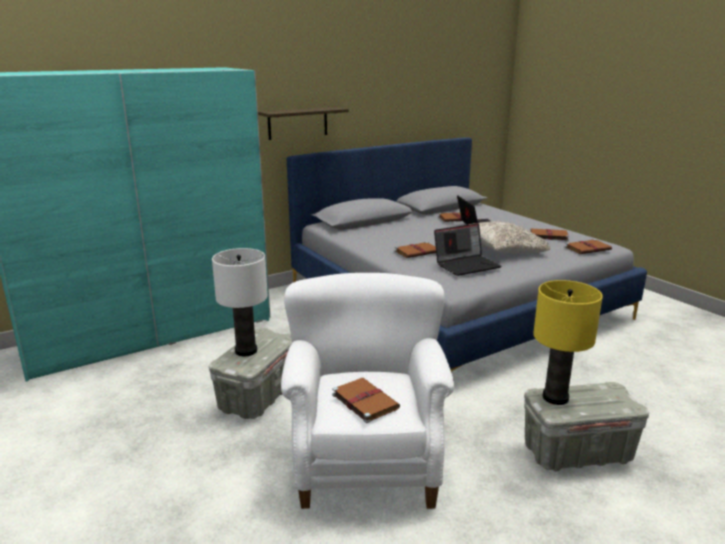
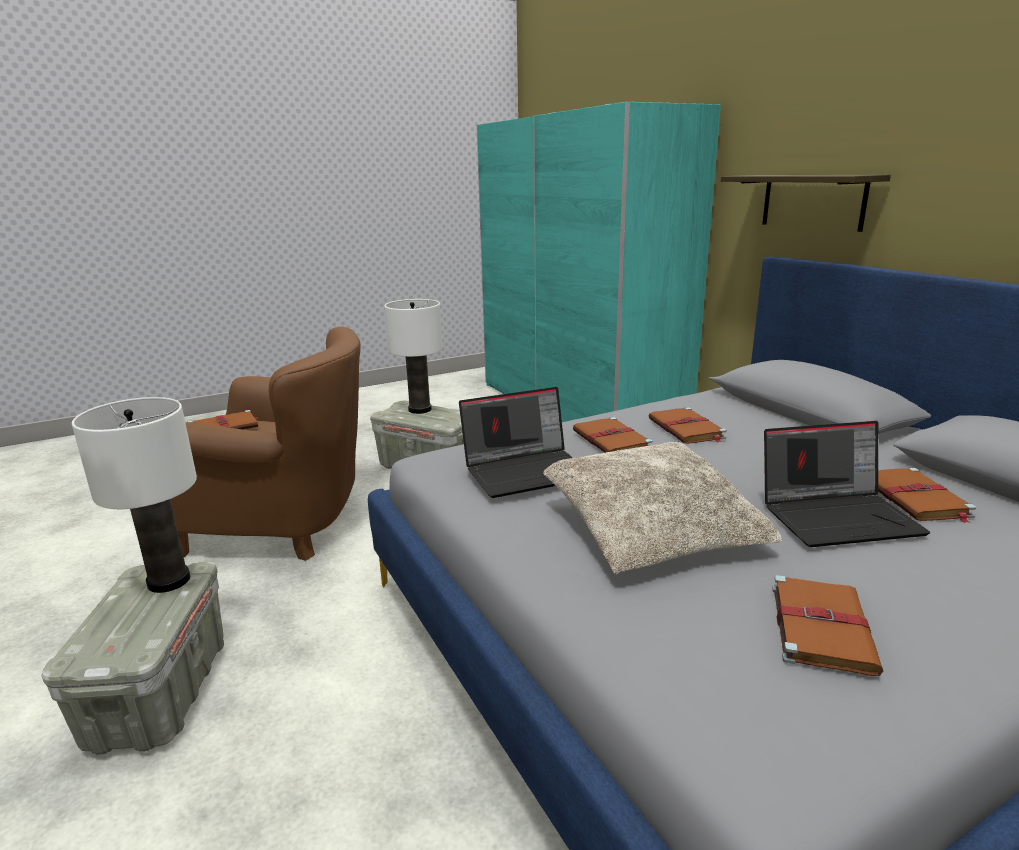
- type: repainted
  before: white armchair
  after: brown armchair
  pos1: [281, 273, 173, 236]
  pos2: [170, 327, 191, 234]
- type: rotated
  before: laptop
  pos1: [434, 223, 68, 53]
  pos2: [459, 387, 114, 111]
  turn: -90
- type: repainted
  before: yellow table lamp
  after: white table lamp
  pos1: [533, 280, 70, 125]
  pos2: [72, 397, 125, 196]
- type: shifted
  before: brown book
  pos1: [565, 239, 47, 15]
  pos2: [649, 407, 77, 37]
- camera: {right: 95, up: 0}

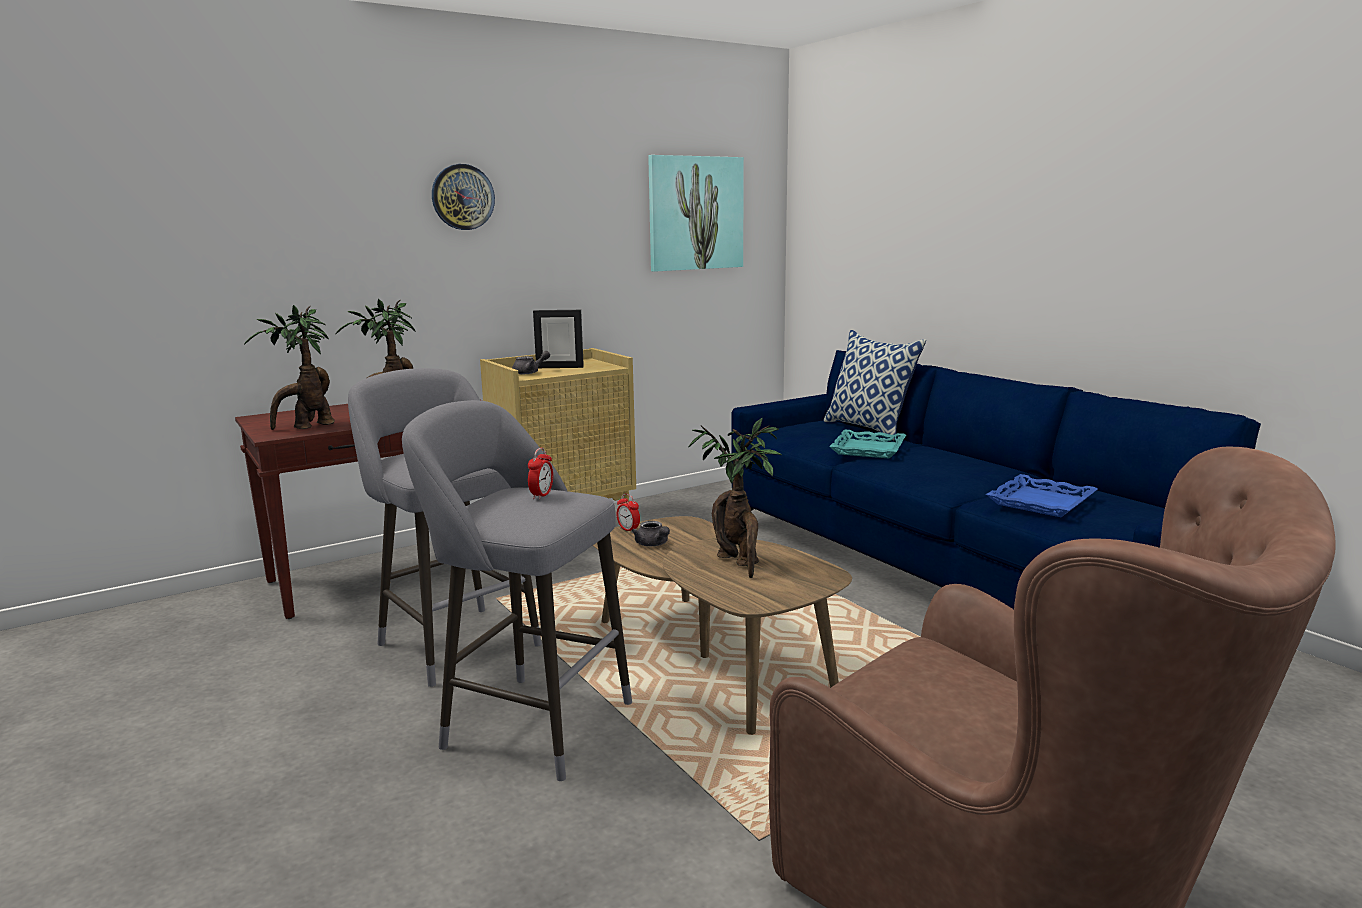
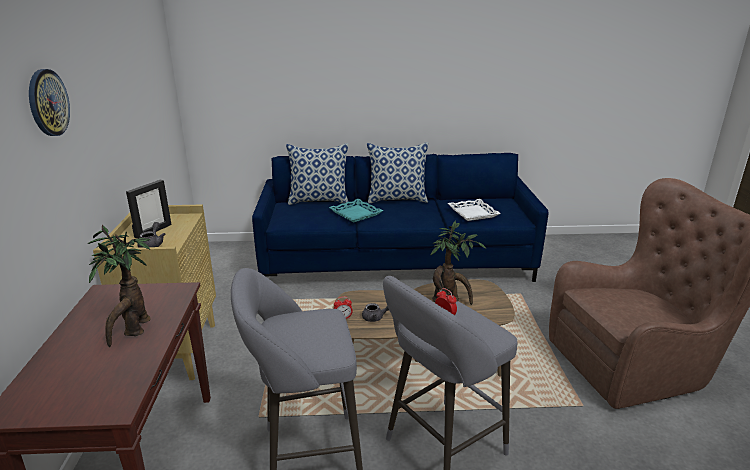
- type: gone
  before: potted plant
  pos1: [245, 305, 90, 125]
- type: gone
  before: picture
  pos1: [648, 155, 96, 117]
- type: repainted
  before: blue tray
  after: white tray
  pos1: [986, 474, 112, 43]
  pos2: [448, 199, 53, 22]
- type: new
  after: pillow
  pos2: [367, 142, 61, 62]
- camera: {right: -60, up: 10}

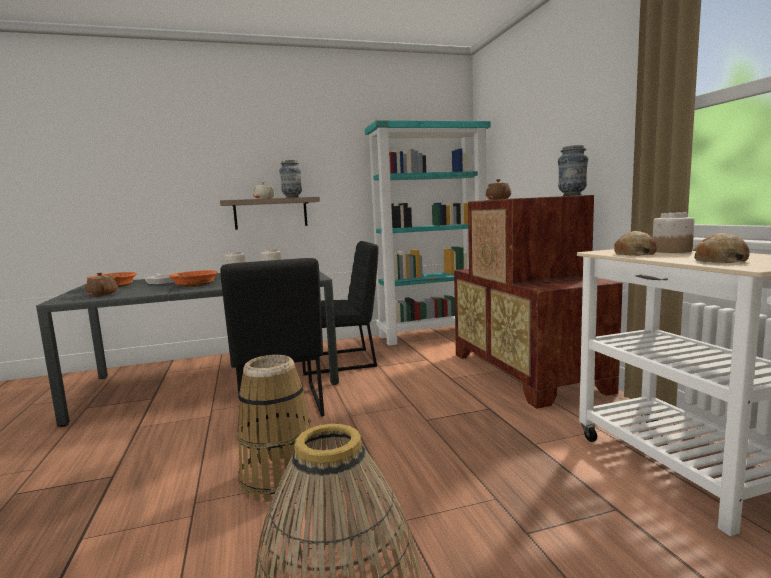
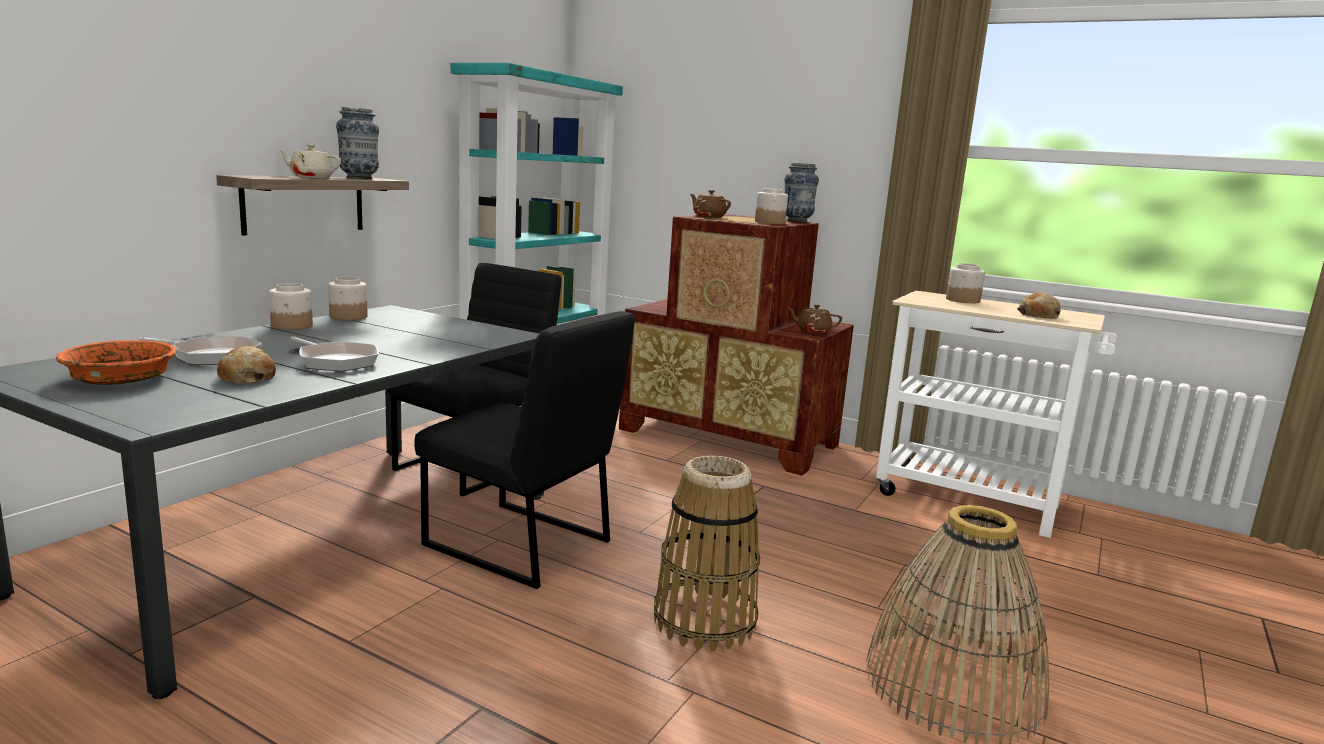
- type: shifted
  before: brown teapot
  pos1: [85, 273, 33, 23]
  pos2: [786, 305, 56, 29]
- type: swapped
  before: orange bowl
  after: frying pan
  pos1: [169, 270, 49, 17]
  pos2: [290, 337, 89, 34]
- type: shifted
  before: bread
  pos1: [614, 231, 43, 25]
  pos2: [217, 346, 59, 38]
- type: new
  after: jar
  pos2: [755, 188, 33, 36]
- camera: {right: -45, up: 5}

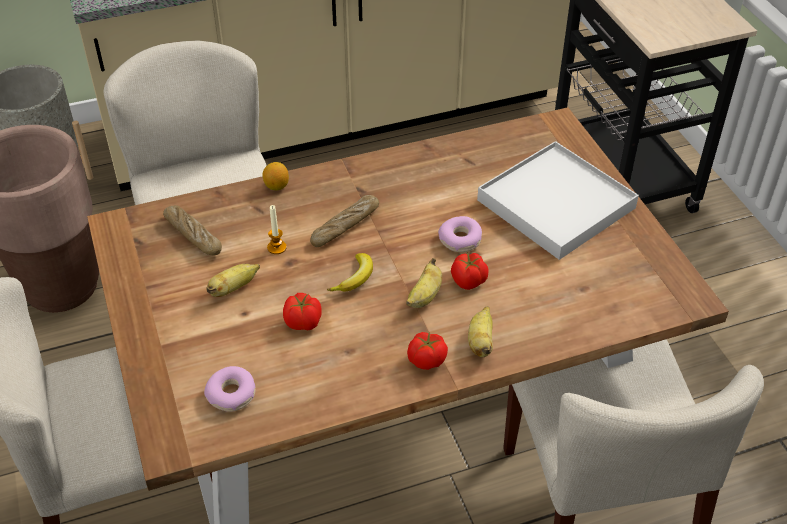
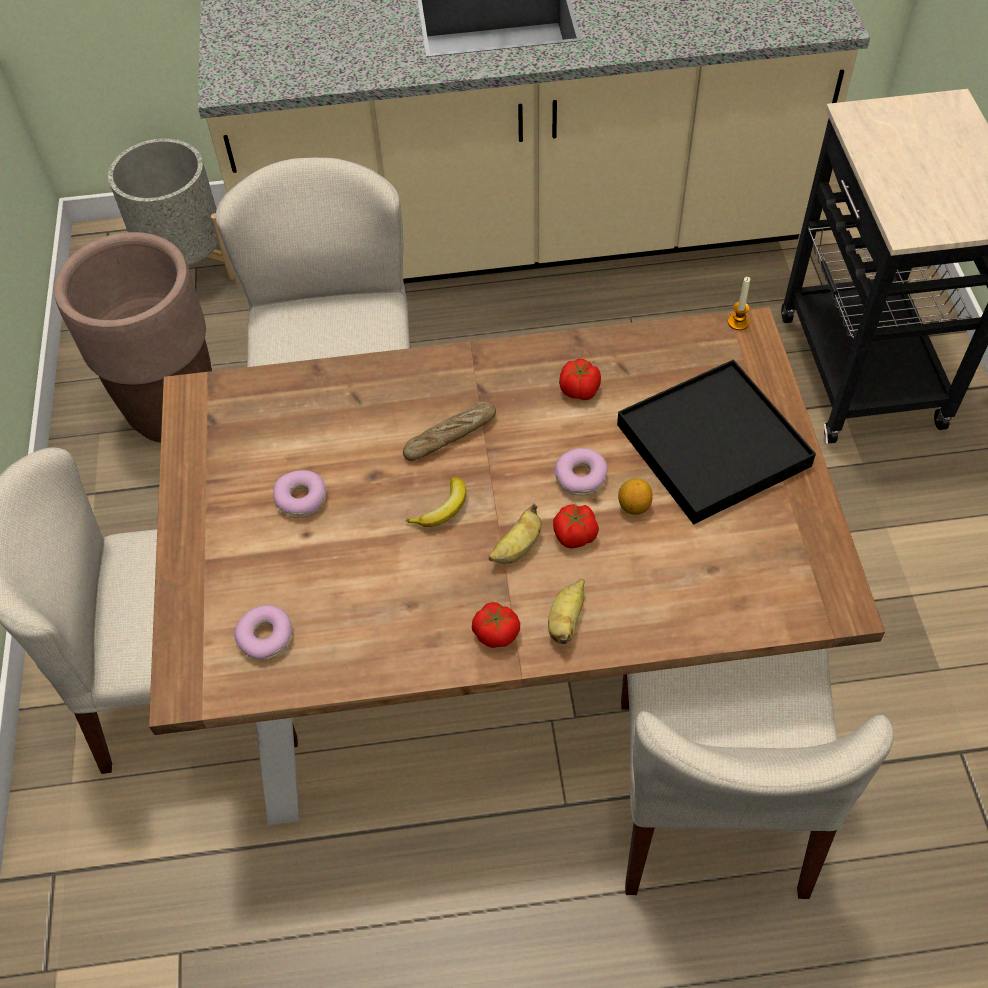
- type: gone
  before: bread
  pos1: [163, 205, 59, 51]
- type: swapped
  before: banana
  after: donut
  pos1: [207, 264, 53, 33]
  pos2: [273, 470, 54, 48]
- type: shifted
  before: lemon
  pos1: [262, 162, 27, 28]
  pos2: [618, 478, 35, 37]
- type: shifted
  before: candle
  pos1: [267, 205, 20, 49]
  pos2: [728, 277, 22, 53]
- type: shifted
  before: tomato
  pos1: [283, 293, 39, 37]
  pos2: [559, 358, 42, 42]
- type: repainted
  before: white tray
  after: black tray
  pos1: [477, 141, 162, 119]
  pos2: [617, 359, 199, 165]
- camera: {right: 15, up: 10}

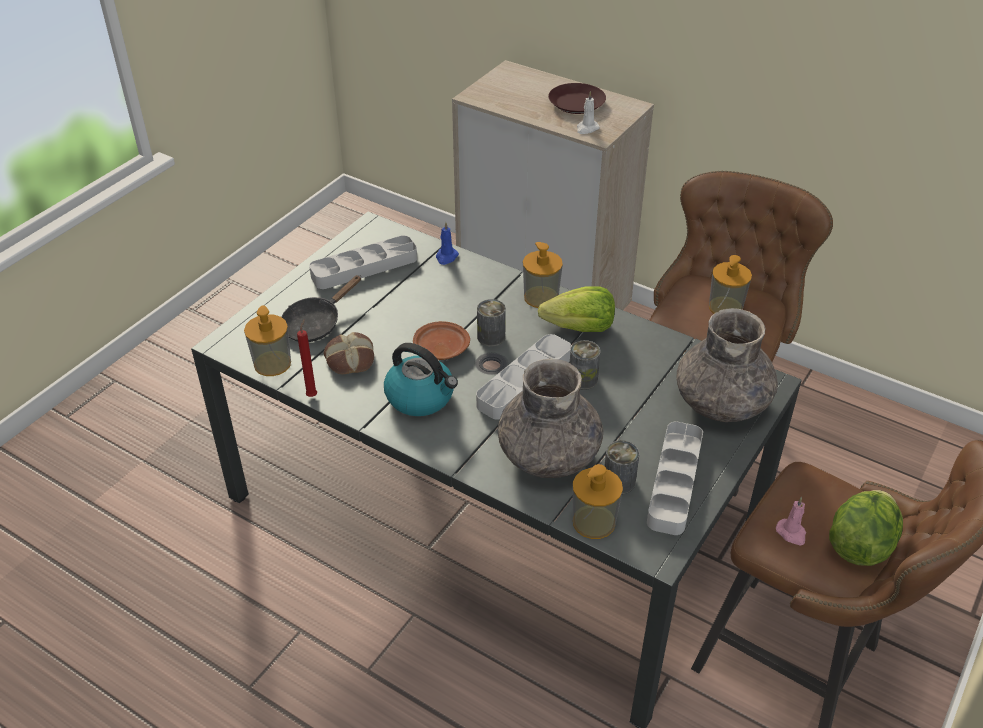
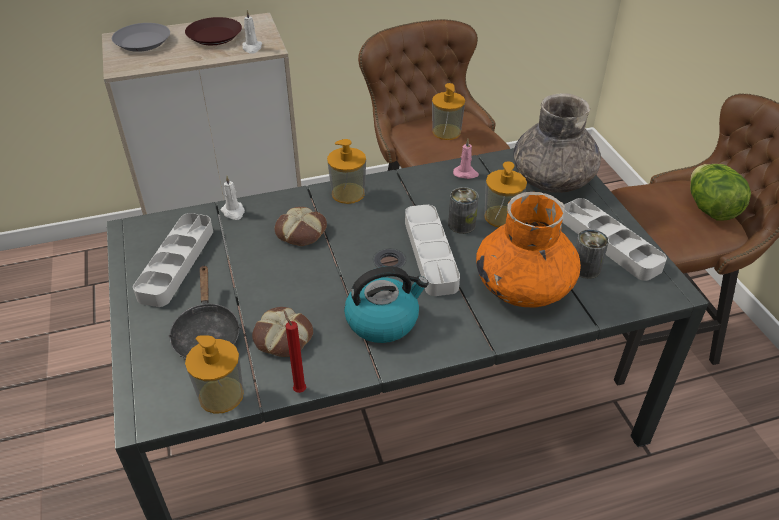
- type: gone
  before: brown plate
  pos1: [413, 321, 57, 39]
- type: repainted
  before: blue candle
  after: white candle
  pos1: [436, 222, 23, 43]
  pos2: [220, 176, 25, 44]
- type: gone
  before: can
  pos1: [477, 299, 29, 48]
- type: repainted
  before: grey vase
  after: orange vase
  pos1: [498, 359, 105, 119]
  pos2: [476, 192, 105, 116]
- type: gone
  before: lettuce
  pos1: [538, 286, 77, 46]
- type: shifted
  before: soap dispenser
  pos1: [573, 464, 50, 75]
  pos2: [484, 161, 43, 66]
- type: shifted
  before: pink candle
  pos1: [776, 497, 30, 48]
  pos2: [453, 139, 26, 40]
- type: new
  after: grey plate
  pos2: [112, 23, 58, 29]
- type: new
  after: bread
  pos2: [275, 207, 52, 39]
- camera: {right: -50, up: 0}

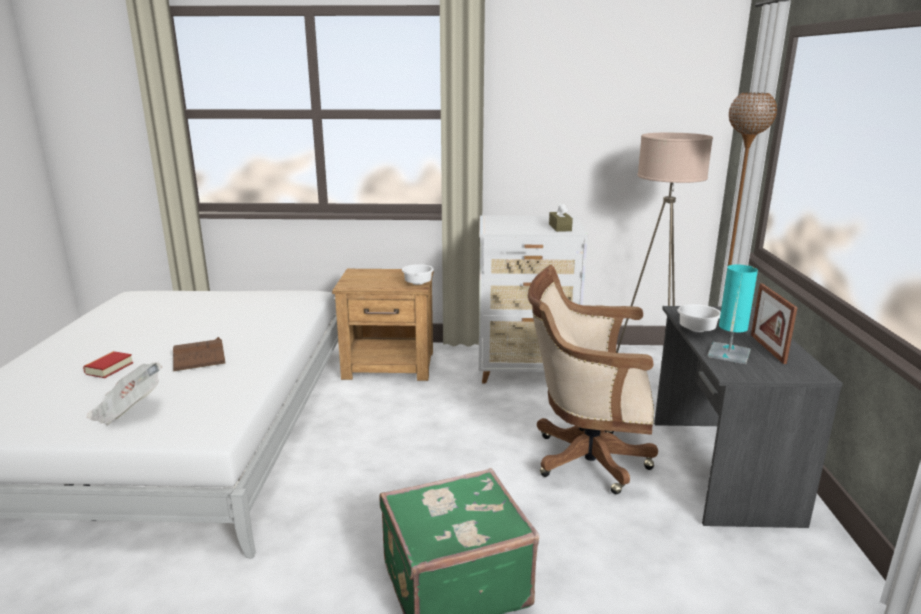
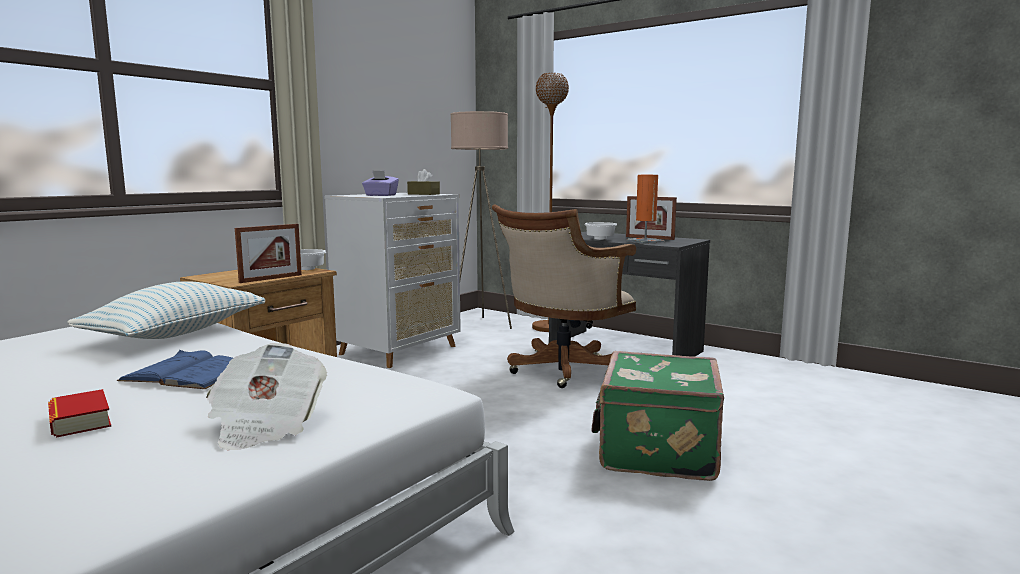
- type: repainted
  before: brown book
  after: blue book
  pos1: [173, 337, 53, 34]
  pos2: [117, 350, 116, 39]
- type: repainted
  before: turquoise table lamp
  after: orange table lamp
  pos1: [707, 264, 51, 100]
  pos2: [627, 175, 37, 69]
- type: new
  after: pillow
  pos2: [67, 281, 198, 58]
- type: new
  after: picture frame
  pos2: [235, 224, 67, 59]
- type: new
  after: purple tissue box
  pos2: [362, 170, 37, 26]
- camera: {right: -55, up: -10}

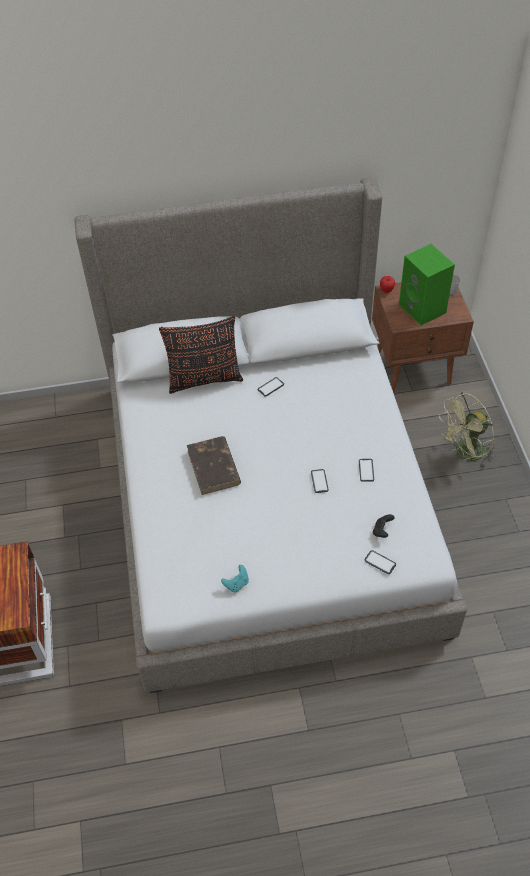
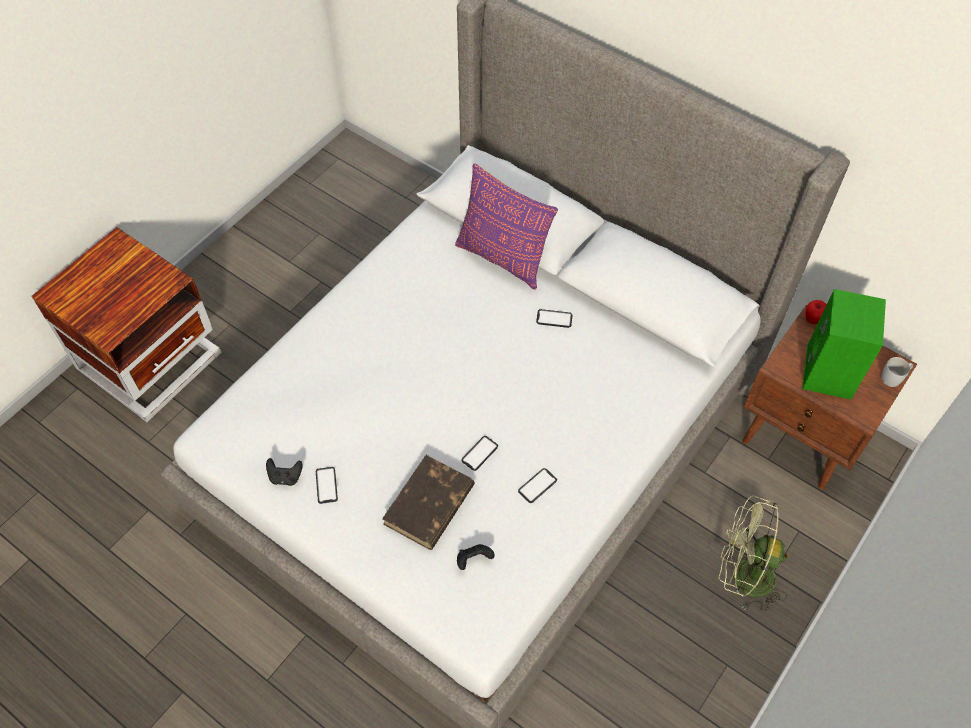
- type: repainted
  before: black pillow
  after: purple pillow
  pos1: [159, 316, 84, 78]
  pos2: [455, 163, 103, 127]
- type: shifted
  before: brown book
  pos1: [187, 436, 54, 59]
  pos2: [382, 455, 93, 95]
- type: repainted
  before: turquoise game controller
  after: black game controller
  pos1: [221, 565, 28, 28]
  pos2: [266, 458, 37, 28]
- type: shifted
  before: phone
  pos1: [364, 550, 32, 24]
  pos2: [316, 467, 22, 37]
- camera: {right: 45, up: 5}

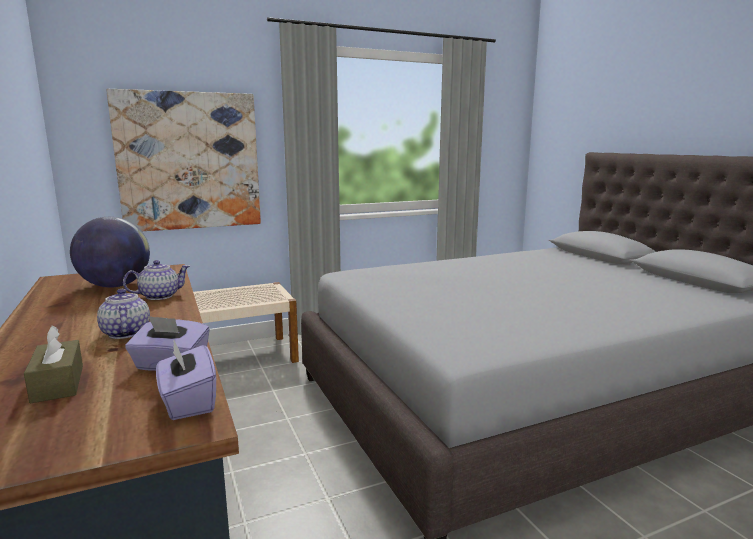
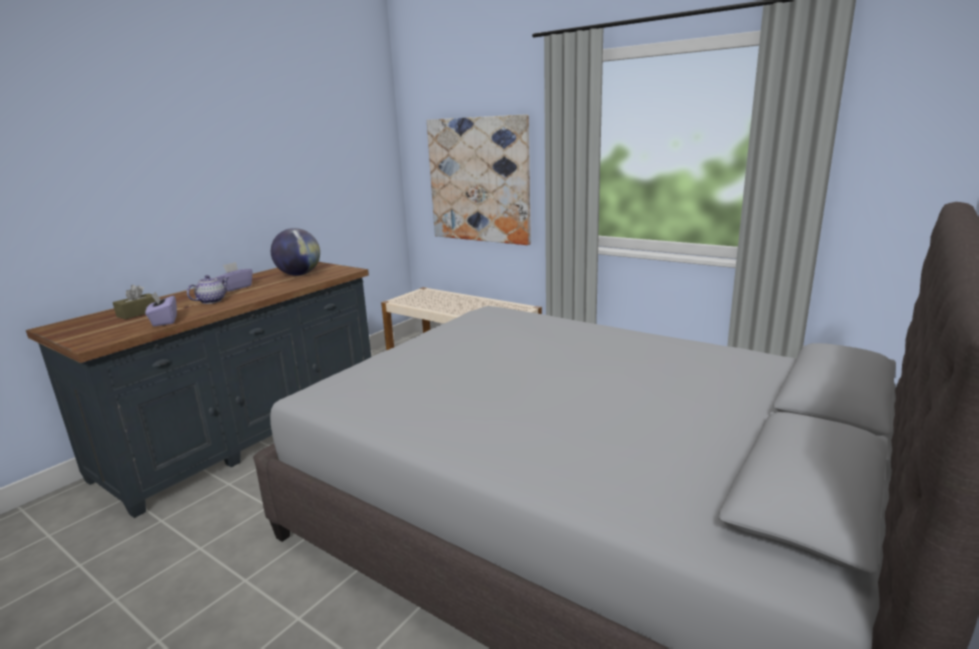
- type: gone
  before: teapot
  pos1: [123, 260, 67, 40]
- type: shifted
  before: purple tissue box
  pos1: [156, 339, 60, 81]
  pos2: [215, 262, 38, 30]
- camera: {right: 60, up: 5}

